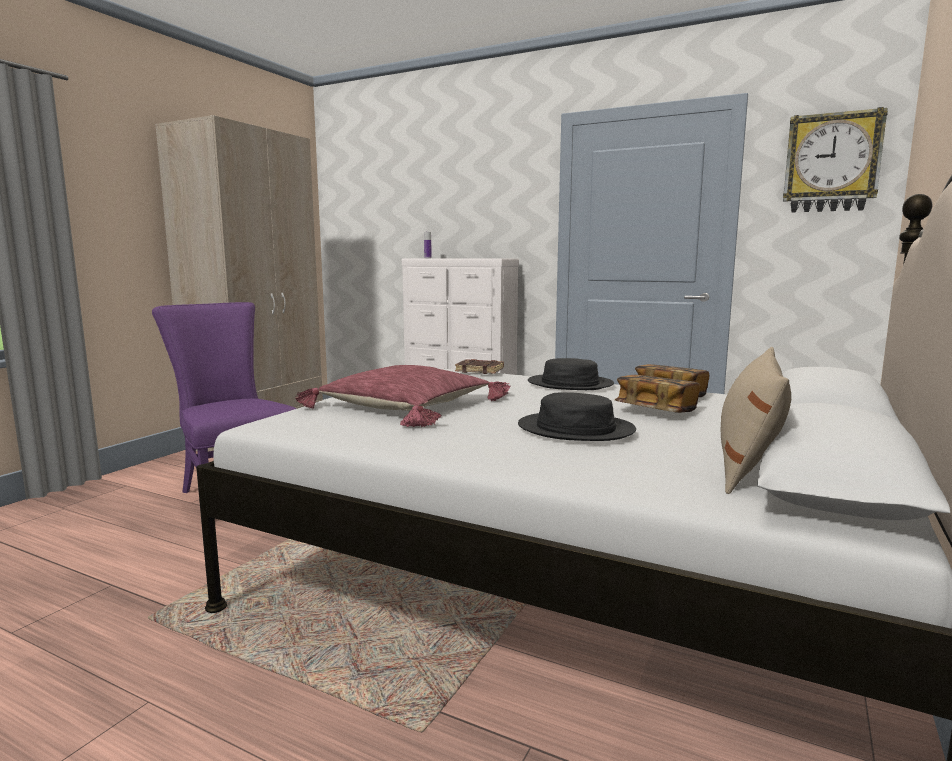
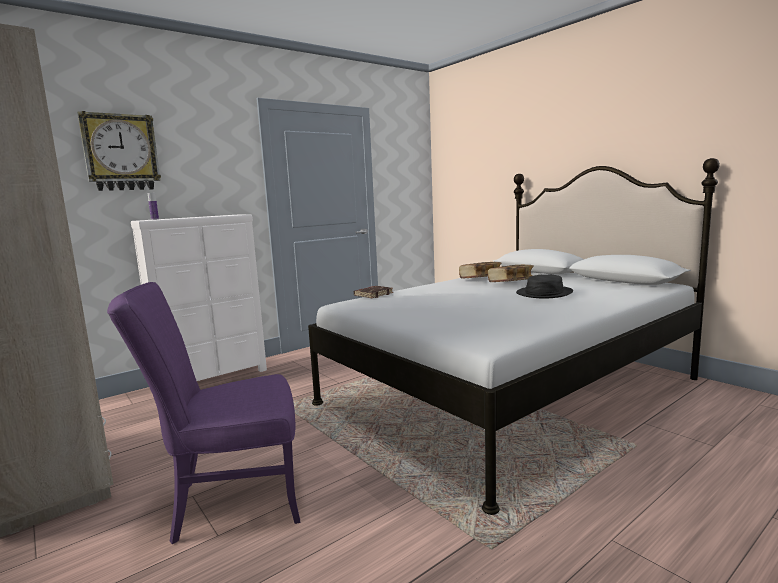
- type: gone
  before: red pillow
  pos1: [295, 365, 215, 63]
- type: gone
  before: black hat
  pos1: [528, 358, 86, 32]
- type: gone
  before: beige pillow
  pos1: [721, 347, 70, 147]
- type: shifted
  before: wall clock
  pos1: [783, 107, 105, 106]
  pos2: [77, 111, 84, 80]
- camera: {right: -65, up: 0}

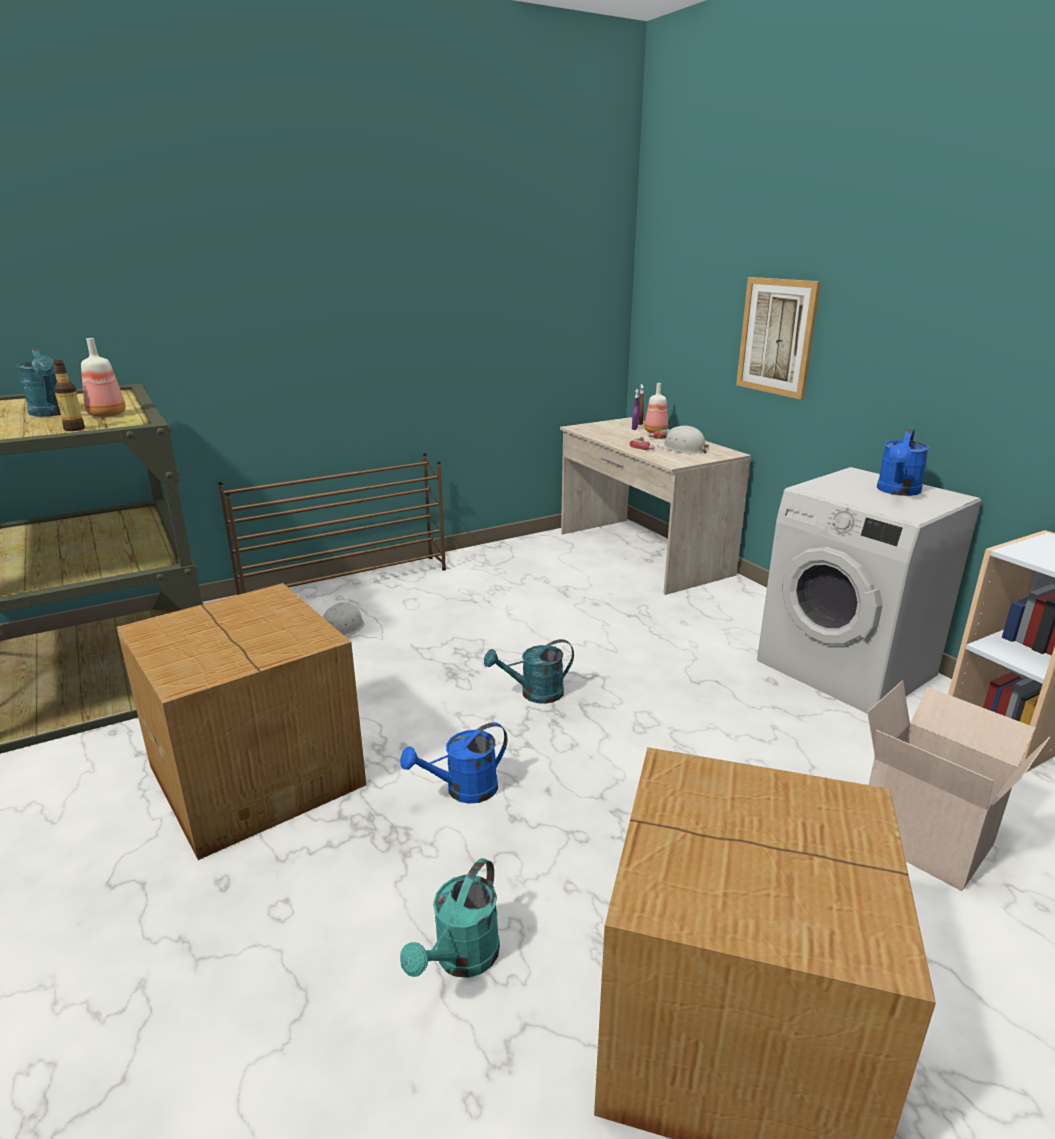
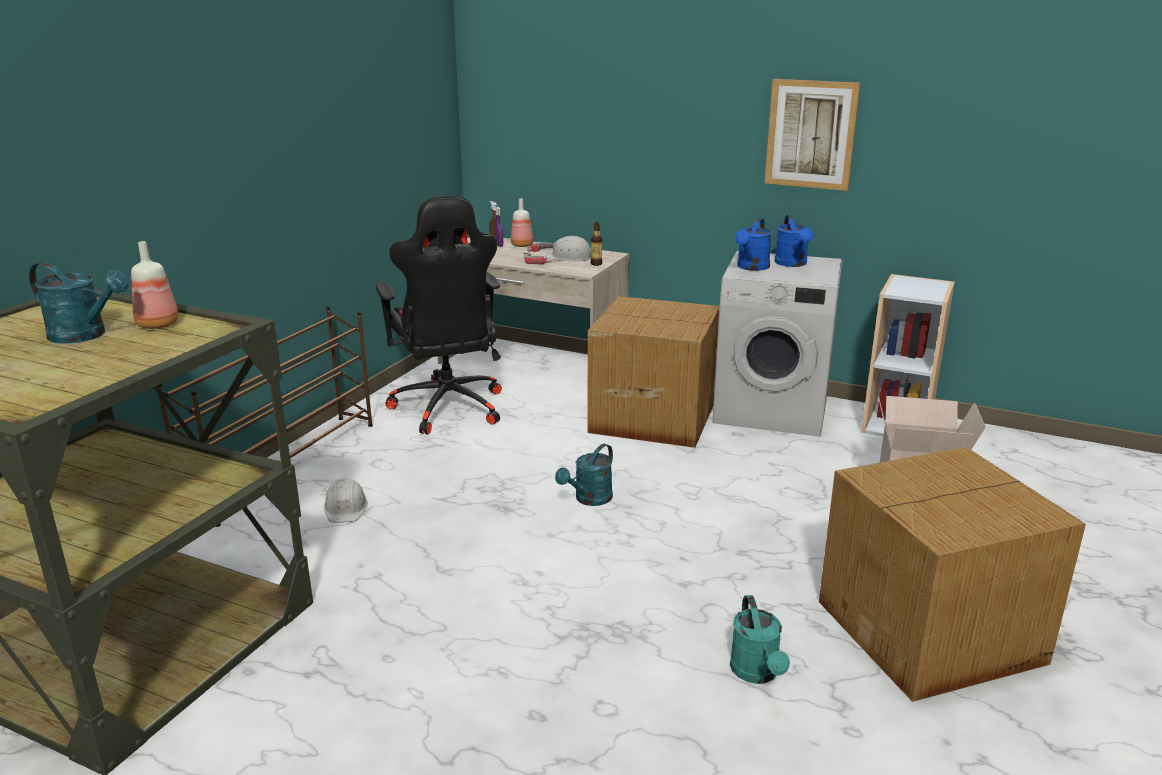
- type: shifted
  before: bottle
  pos1: [53, 360, 32, 71]
  pos2: [591, 222, 11, 44]
- type: shifted
  before: cardboard box
  pos1: [116, 583, 250, 277]
  pos2: [587, 296, 133, 152]
- type: shifted
  before: blue watering can
  pos1: [400, 722, 108, 82]
  pos2: [735, 218, 37, 53]
- type: shifted
  before: picture
  pos1: [736, 277, 85, 123]
  pos2: [765, 79, 95, 112]
- type: new
  after: black office chair
  pos2: [376, 196, 126, 238]
- camera: {right: -35, up: 0}

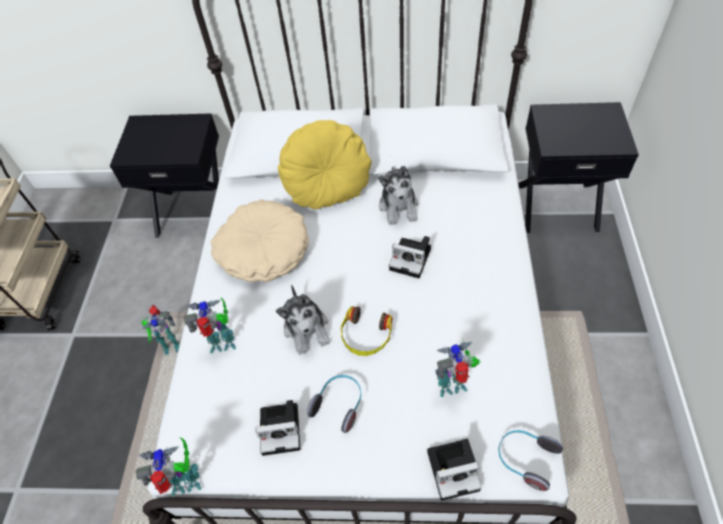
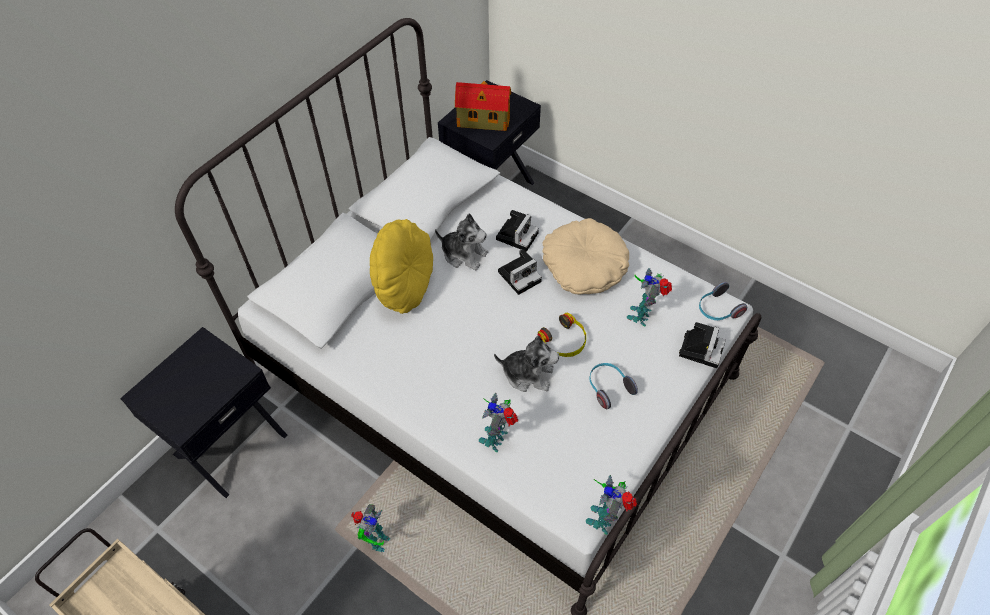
- type: shifted
  before: beige pillow
  pos1: [210, 199, 98, 83]
  pos2: [543, 218, 86, 77]
- type: shifted
  before: photo camera
  pos1: [256, 400, 44, 56]
  pos2: [496, 210, 43, 42]
- type: new
  after: toy house
  pos2: [455, 81, 56, 50]
- camera: {right: -60, up: 0}

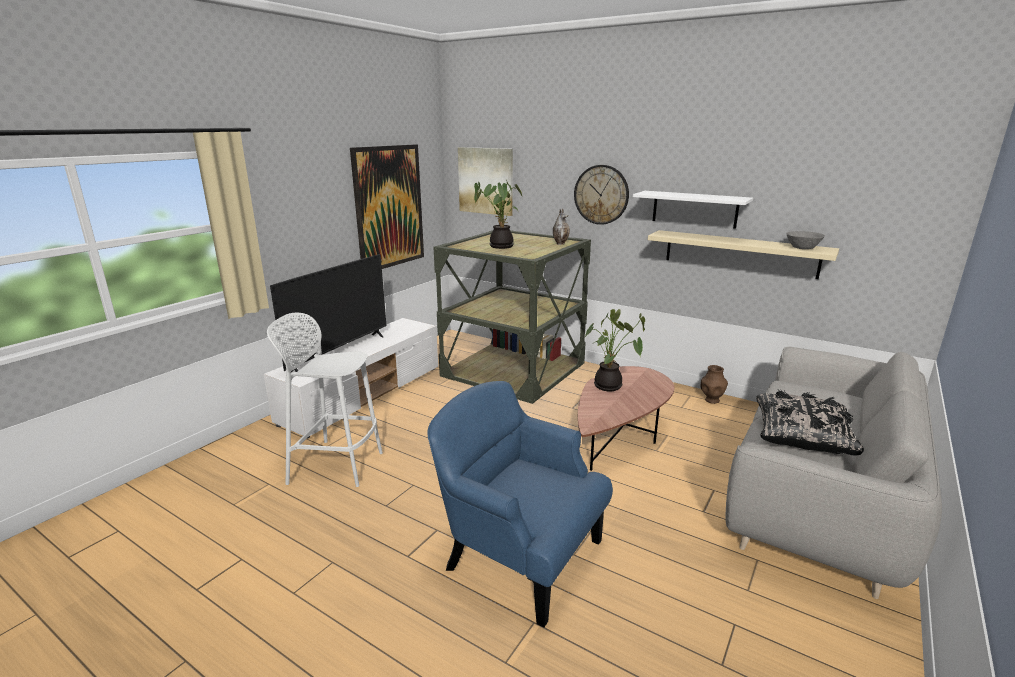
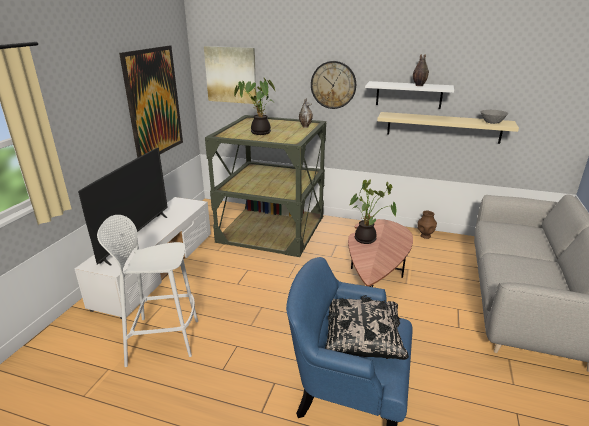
- type: shifted
  before: black pillow
  pos1: [756, 389, 108, 66]
  pos2: [325, 295, 84, 65]
- type: new
  after: vase
  pos2: [413, 54, 16, 32]
- camera: {right: -15, up: 5}

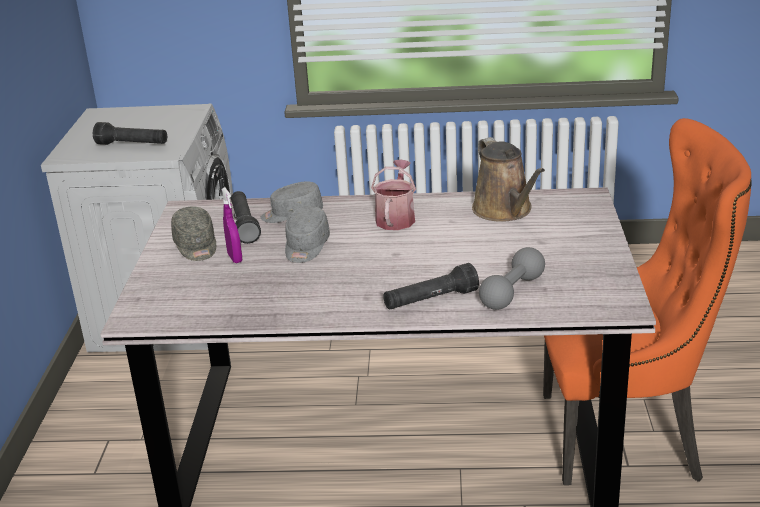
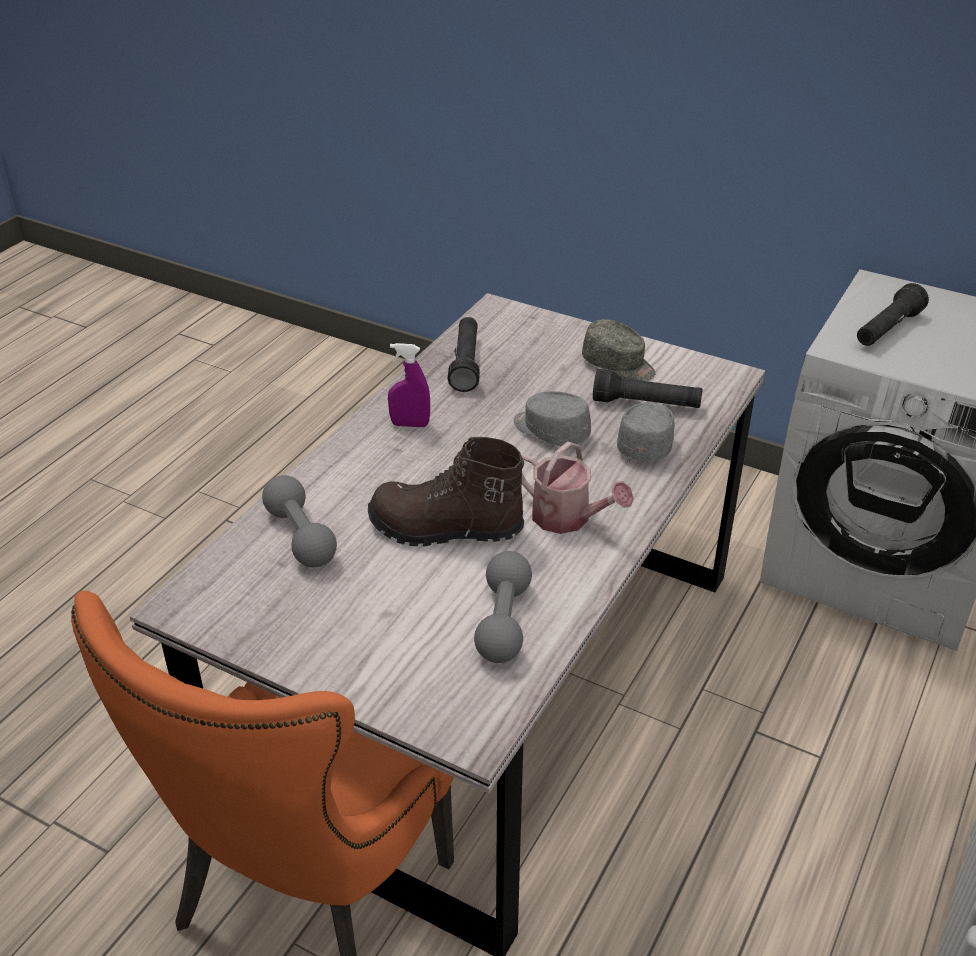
- type: rotated
  before: grey cap
  pos1: [171, 207, 45, 54]
  pos2: [582, 319, 73, 62]
  turn: -150
- type: shifted
  before: purple spray bottle
  pos1: [221, 187, 21, 76]
  pos2: [388, 343, 42, 84]
- type: shifted
  before: black flashlight
  pos1: [383, 263, 96, 46]
  pos2: [448, 317, 32, 75]
- type: swapped
  before: brown watering can
  after: grey dumbbell
  pos1: [472, 137, 73, 85]
  pos2: [474, 551, 58, 112]
- type: new
  after: brown boot
  pos2: [368, 437, 156, 110]
- camera: {right: 115, up: 10}

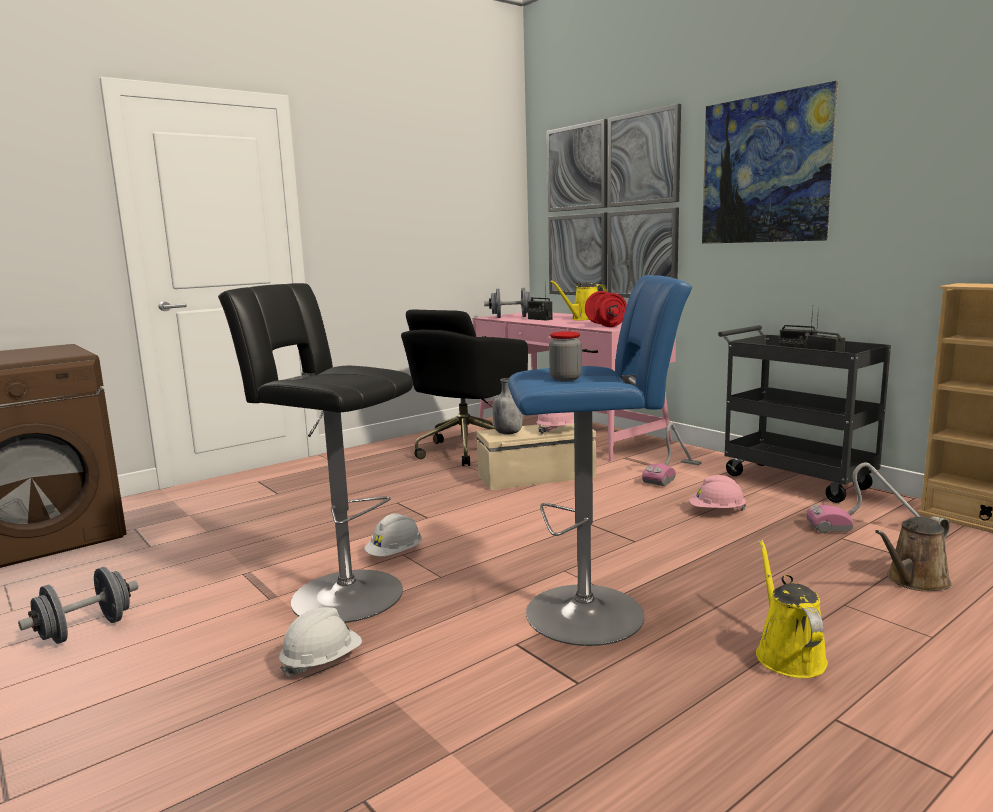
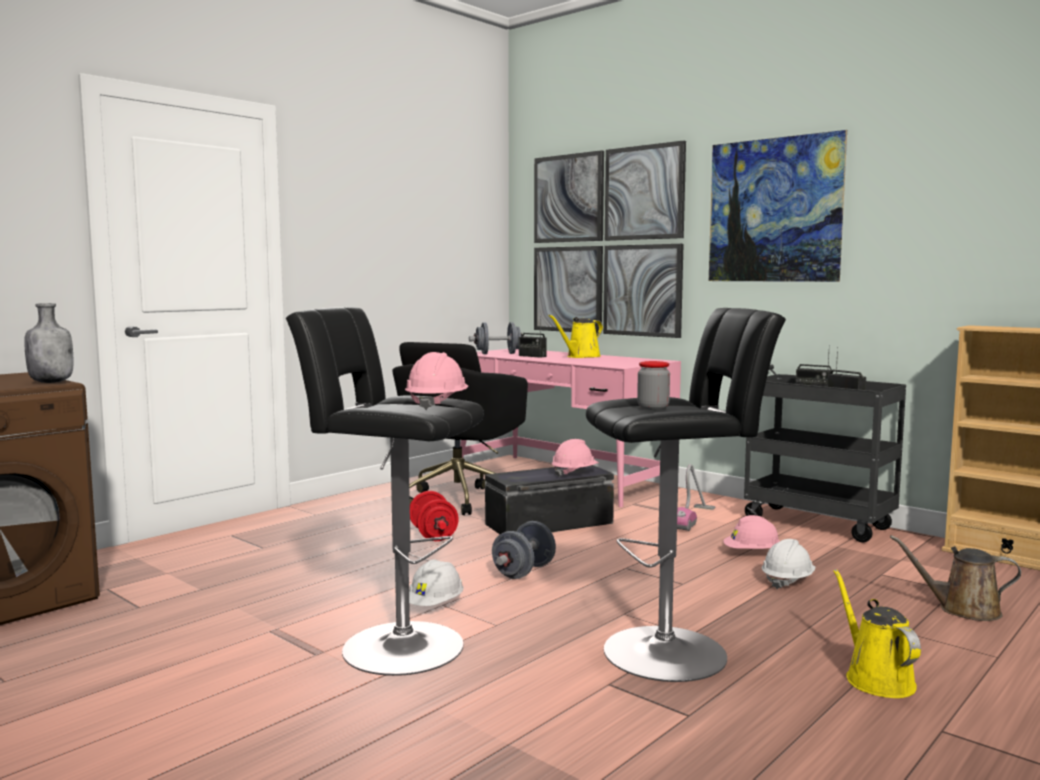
- type: shifted
  before: grey dumbbell
  pos1: [18, 567, 120, 77]
  pos2: [492, 521, 64, 58]
- type: shifted
  before: white hard hat
  pos1: [279, 607, 83, 71]
  pos2: [762, 539, 53, 50]
- type: repainted
  before: beige storage box
  after: black storage box
  pos1: [477, 423, 119, 67]
  pos2: [485, 465, 129, 69]
- type: shifted
  before: grey bottle
  pos1: [493, 378, 30, 57]
  pos2: [24, 303, 49, 80]
- type: repainted
  before: blue stool
  after: black stool
  pos1: [508, 275, 184, 371]
  pos2: [586, 308, 200, 374]
- type: shifted
  before: red dumbbell
  pos1: [585, 291, 42, 36]
  pos2: [410, 491, 49, 50]
- type: gone
  before: vacuum cleaner
  pos1: [806, 462, 115, 71]
- type: rotated
  before: brown watering can
  pos1: [875, 516, 76, 75]
  pos2: [890, 535, 131, 86]
  turn: 60
- type: new
  after: pink hard hat
  pos2: [405, 352, 63, 58]
- camera: {right: -10, up: -5}

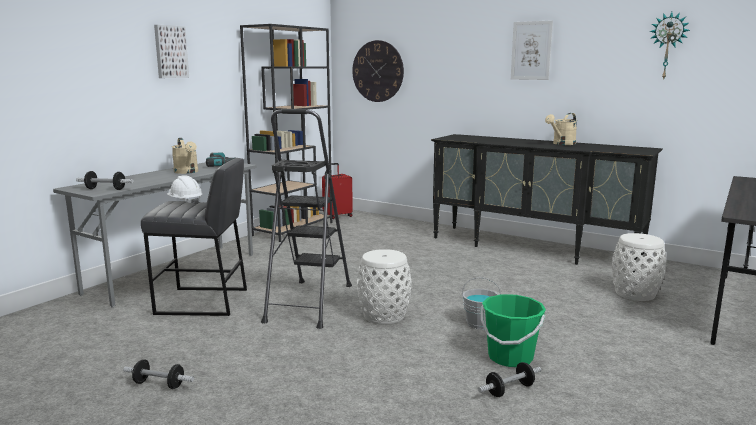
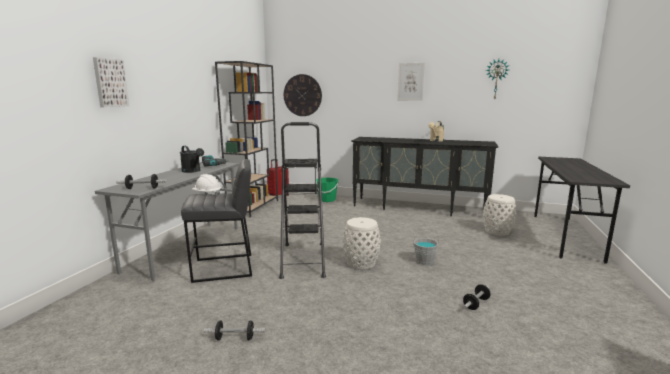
- type: shifted
  before: picture
  pos1: [154, 25, 35, 53]
  pos2: [93, 57, 36, 50]
- type: repainted
  before: beige watering can
  after: black watering can
  pos1: [172, 138, 26, 36]
  pos2: [180, 146, 24, 27]
- type: shifted
  before: green bucket
  pos1: [480, 294, 66, 73]
  pos2: [316, 178, 23, 24]
- camera: {right: -15, up: 0}

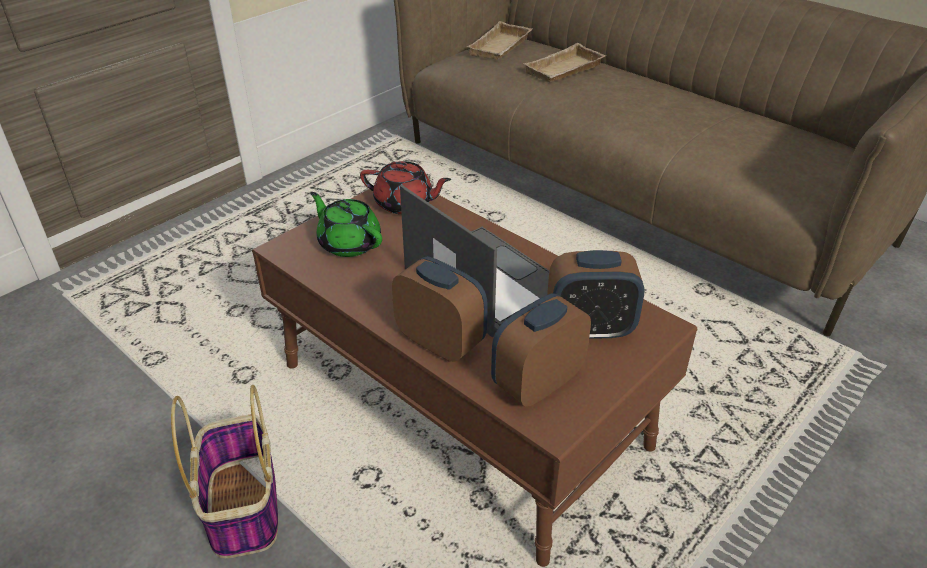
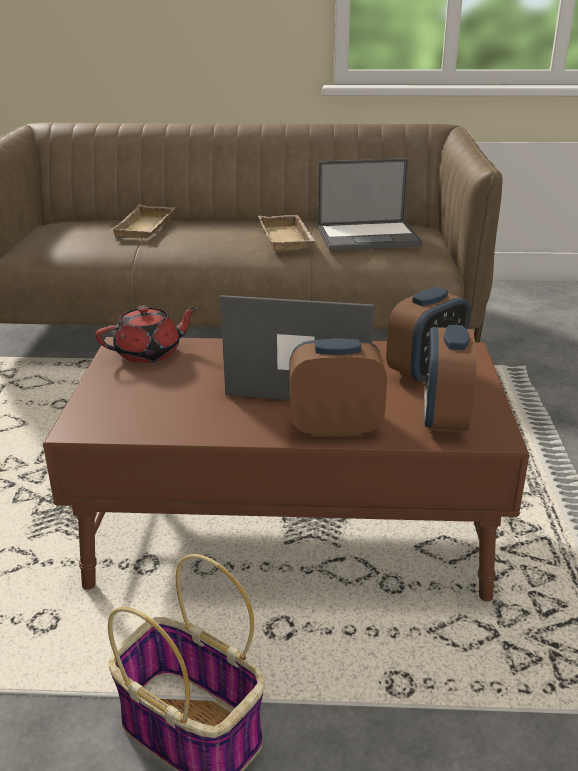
- type: gone
  before: green teapot
  pos1: [310, 192, 72, 65]
- type: shifted
  before: beige tray
  pos1: [467, 21, 65, 39]
  pos2: [259, 215, 56, 37]
- type: new
  after: laptop
  pos2: [317, 158, 106, 93]
- camera: {right: -40, up: -10}

